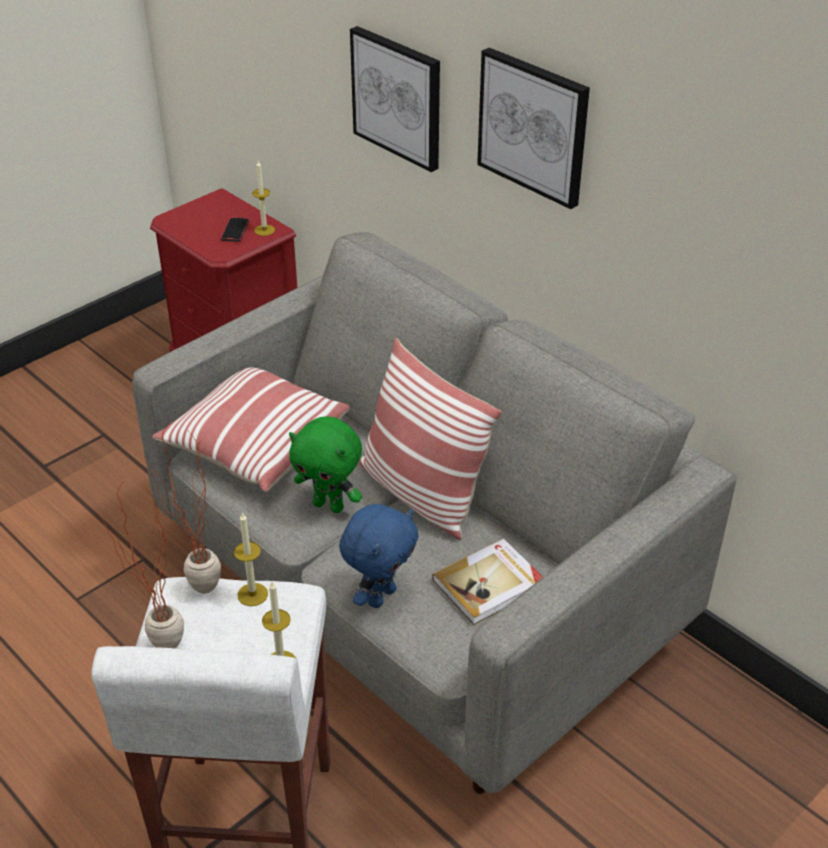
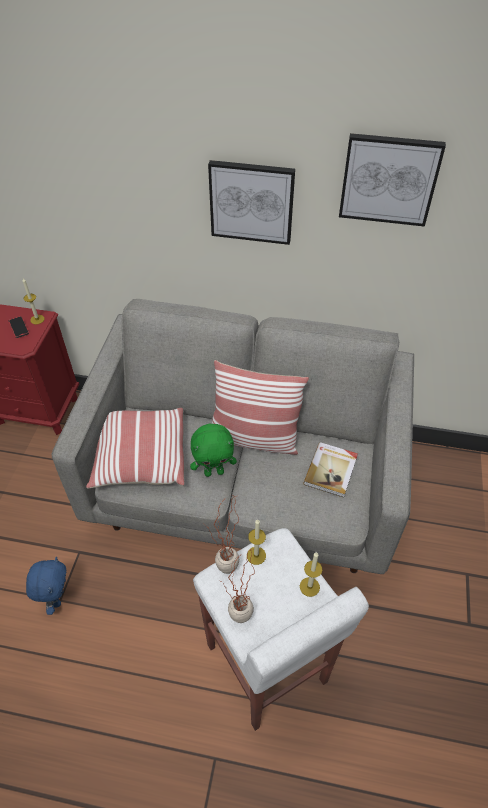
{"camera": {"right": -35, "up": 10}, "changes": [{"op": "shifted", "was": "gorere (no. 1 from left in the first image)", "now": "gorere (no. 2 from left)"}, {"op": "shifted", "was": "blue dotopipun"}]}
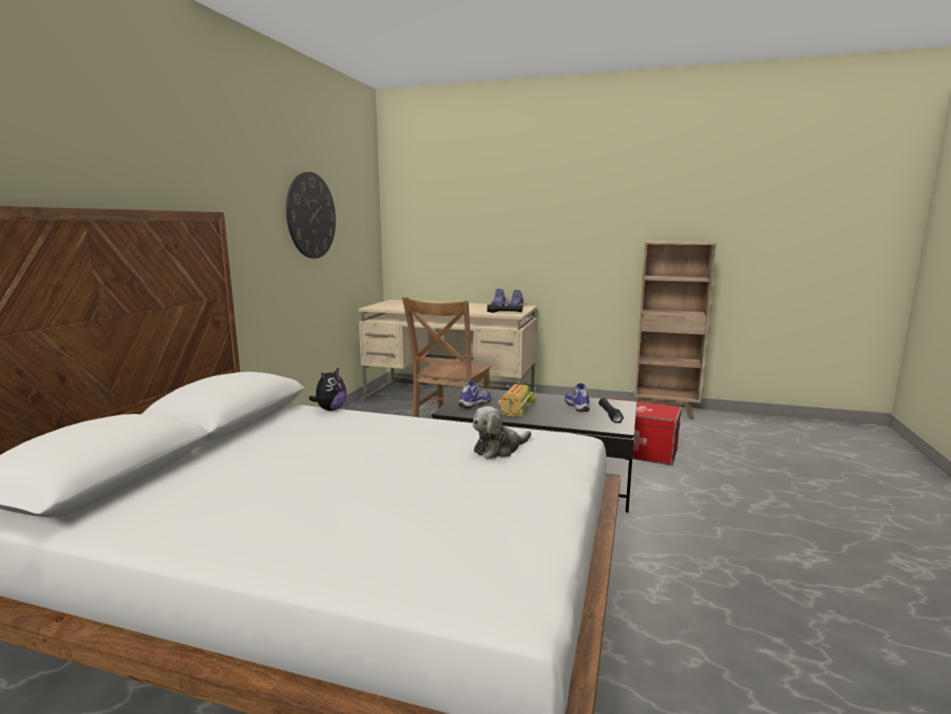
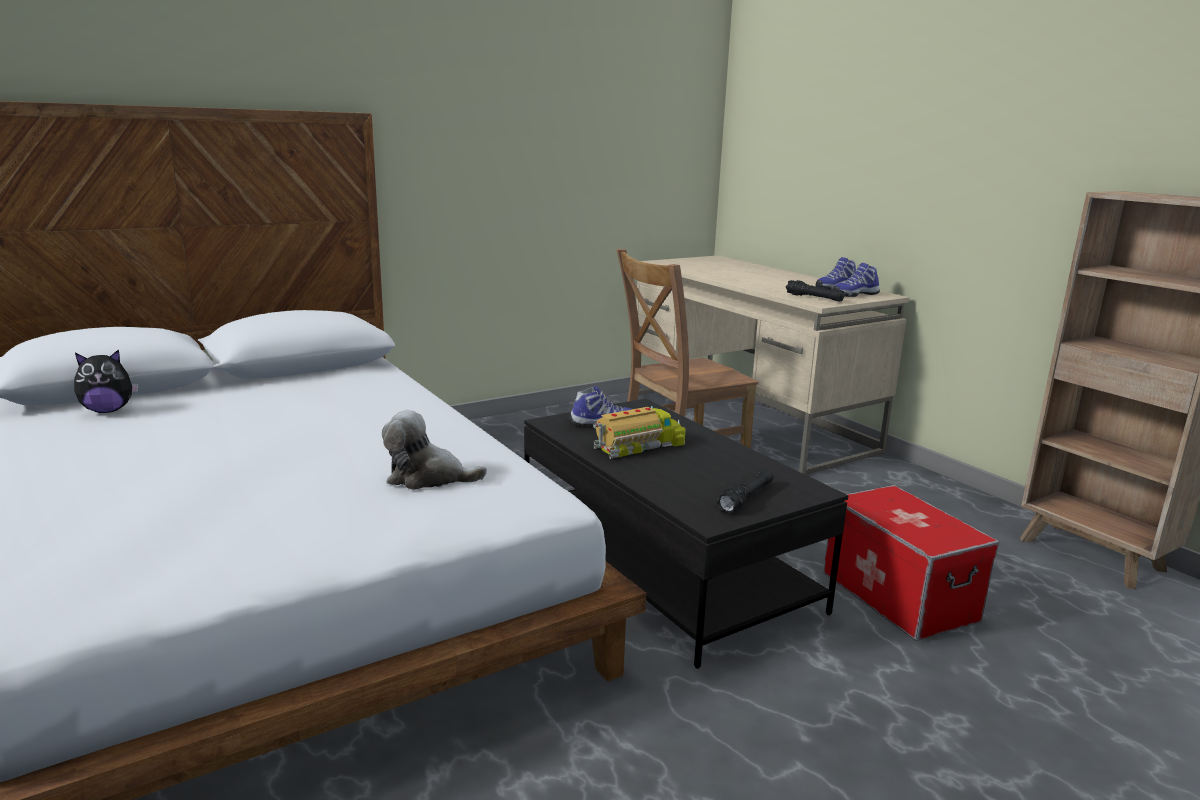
{"camera": {"right": 40, "up": 5}, "changes": [{"op": "gone", "was": "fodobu"}, {"op": "shifted", "was": "dotopipun (no. 1 from left)"}, {"op": "gone", "was": "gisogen (no. 4 from left)"}]}
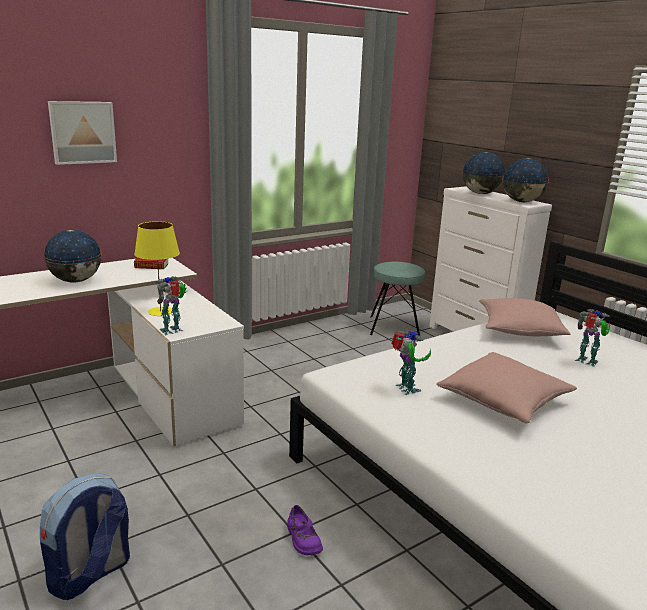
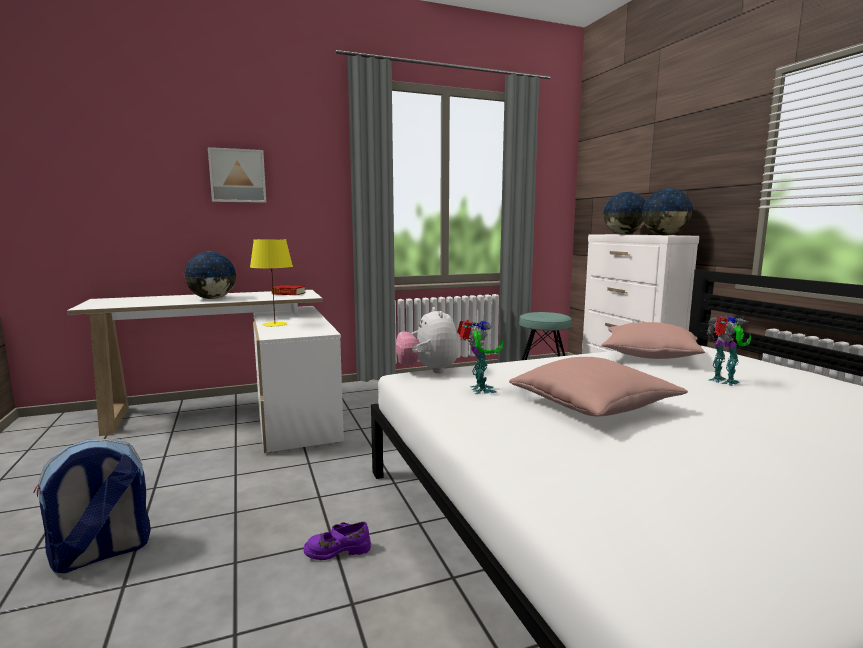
{"camera": {"right": 15, "up": -10}, "changes": [{"op": "gone", "was": "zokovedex (no. 1 from left)"}, {"op": "rotated", "was": "purple gisogen", "clockwise": 90}, {"op": "new", "now": "dotopipun"}]}
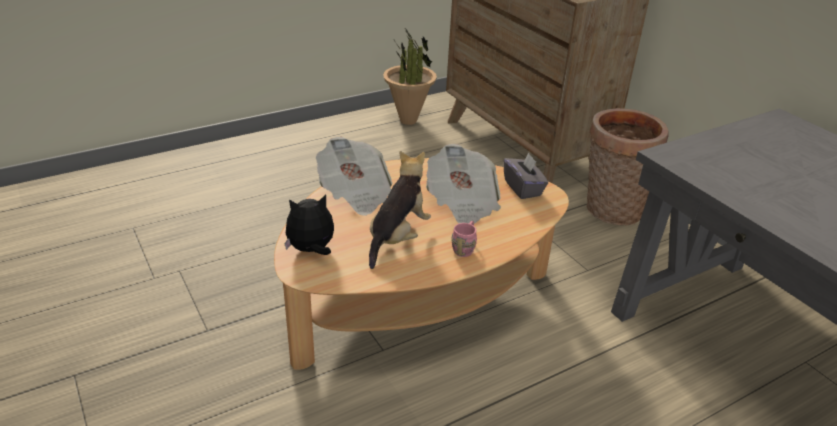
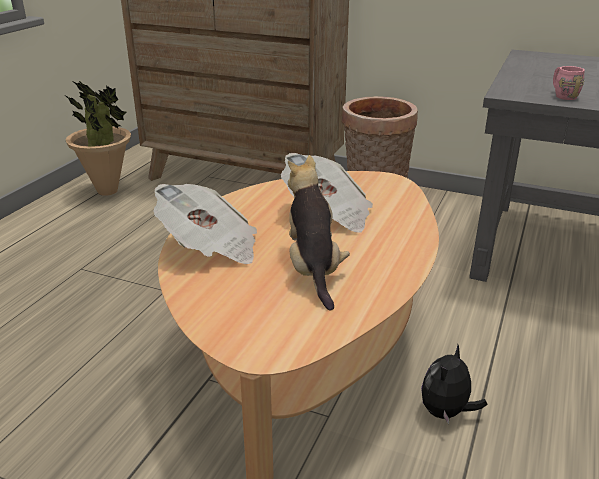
{"camera": {"right": -35, "up": -5}, "changes": [{"op": "gone", "was": "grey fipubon"}, {"op": "shifted", "was": "dotopipun (no. 1 from left in the first image)", "now": "dotopipun (no. 2 from left)"}, {"op": "shifted", "was": "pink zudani"}]}
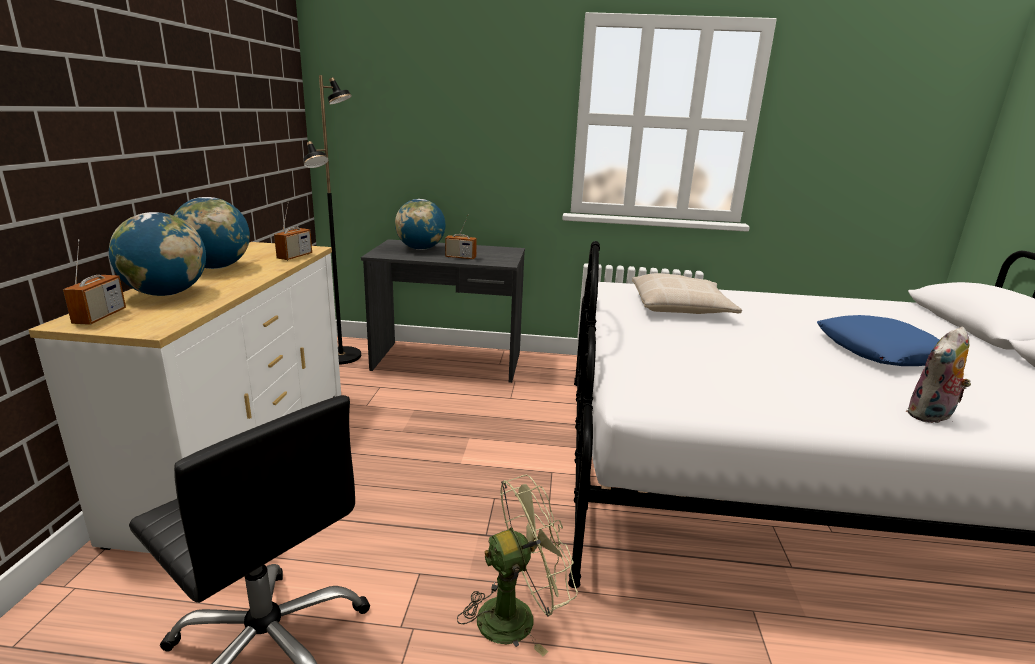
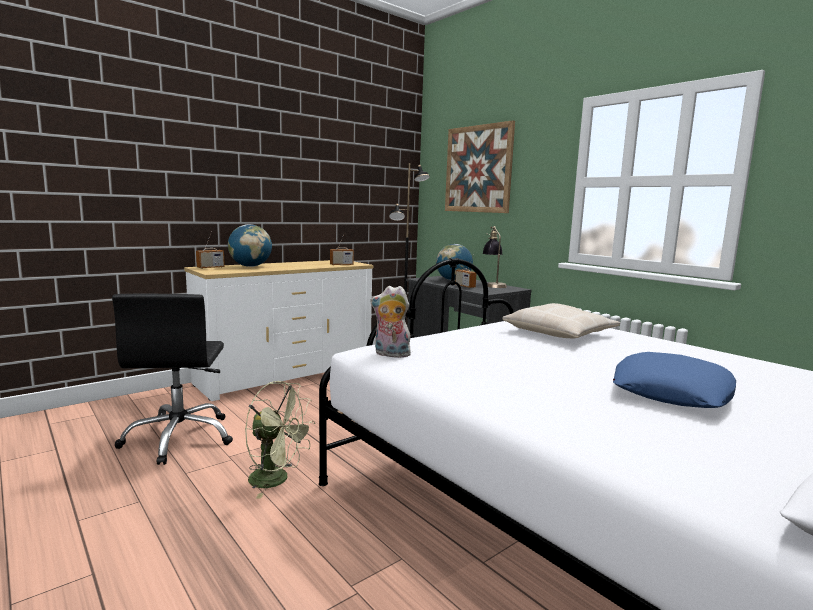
{"camera": {"right": 45, "up": -10}, "changes": [{"op": "gone", "was": "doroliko (no. 2 from left)"}, {"op": "shifted", "was": "dotopipun"}, {"op": "new", "now": "gorere"}, {"op": "new", "now": "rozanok"}]}
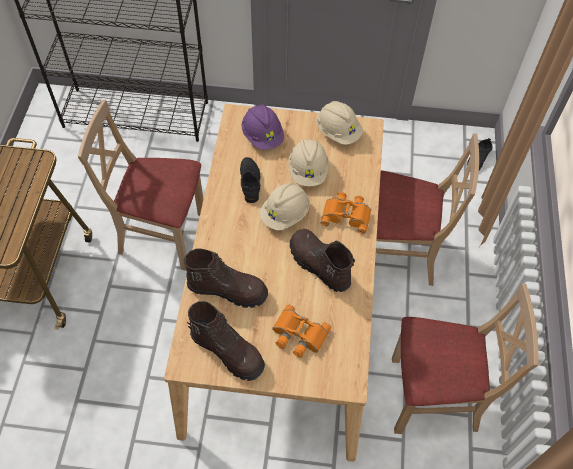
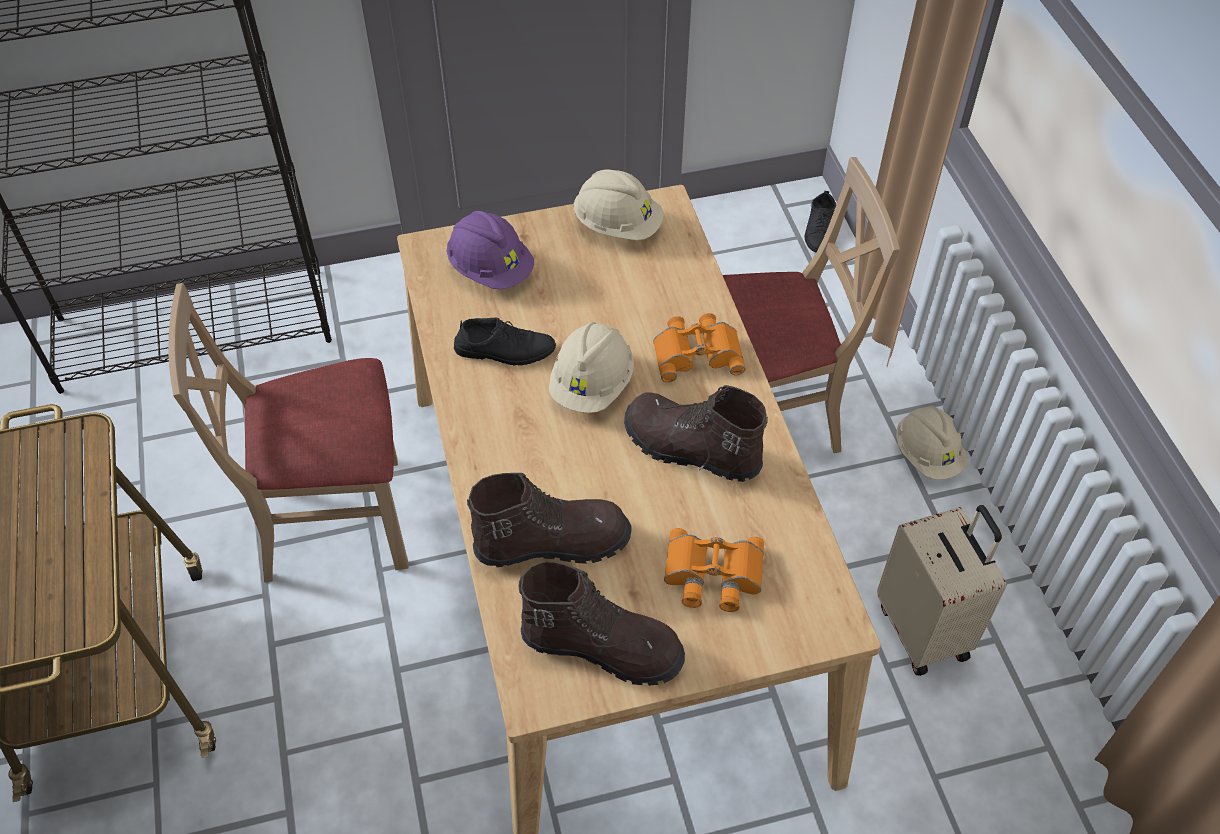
{"camera": {"right": -20, "up": -5}, "changes": [{"op": "shifted", "was": "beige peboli (no. 2 from left in the first image)", "now": "beige peboli (no. 3 from left)"}, {"op": "rotated", "was": "black gisogen (no. 1 from left)", "clockwise": 120}, {"op": "swapped", "was": "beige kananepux (no. 3 from left)", "now": "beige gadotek"}]}
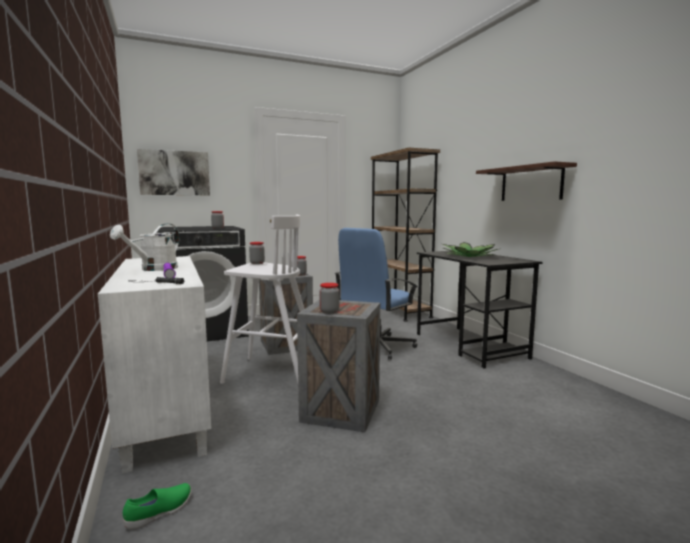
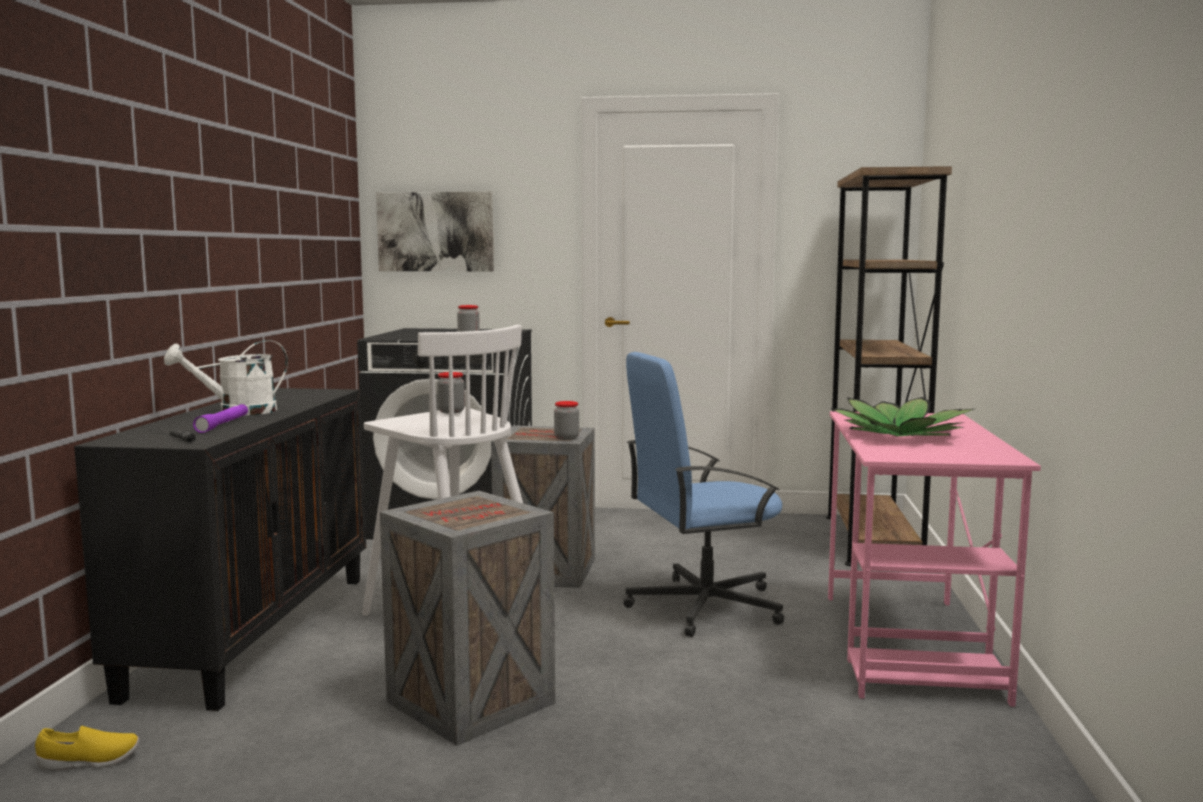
{"camera": {"right": 30, "up": 0}, "changes": [{"op": "gone", "was": "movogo"}, {"op": "repainted", "was": "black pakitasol", "now": "pink pakitasol"}, {"op": "repainted", "was": "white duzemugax", "now": "black duzemugax"}, {"op": "gone", "was": "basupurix (no. 4 from left)"}, {"op": "repainted", "was": "green gisogen", "now": "yellow gisogen"}]}
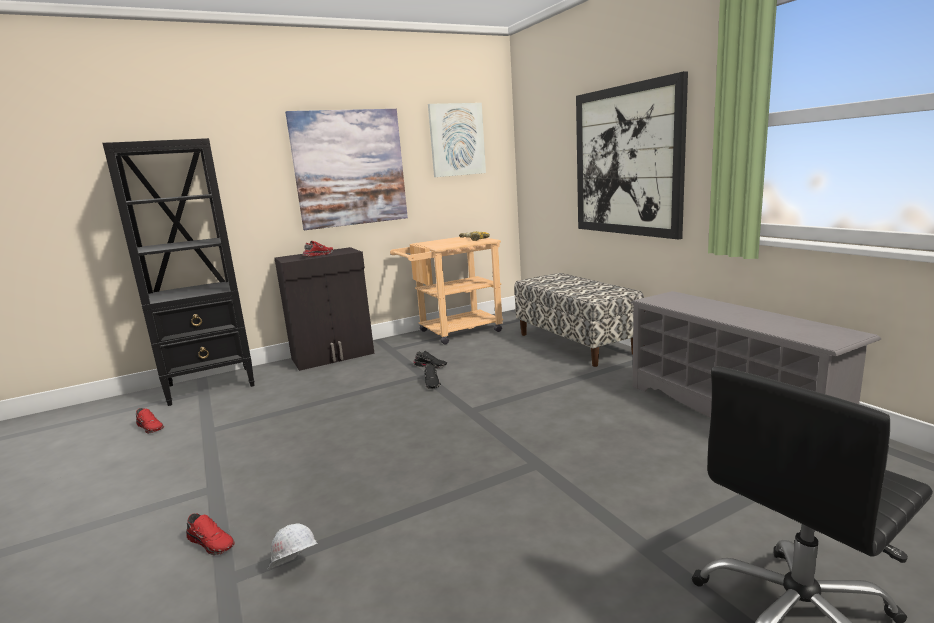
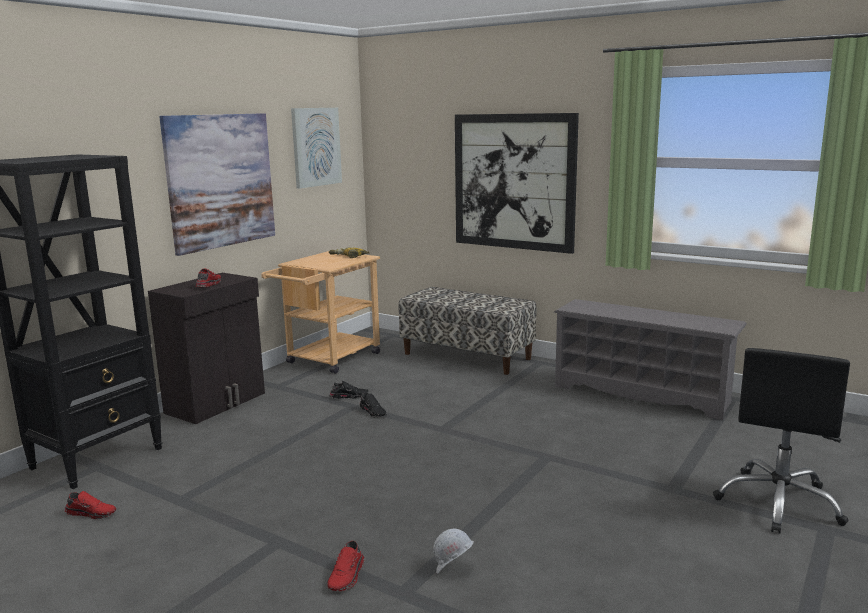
{"camera": {"right": -30, "up": 0}, "changes": [{"op": "rotated", "was": "red gisogen (no. 2 from left in the first image)", "clockwise": 105}]}
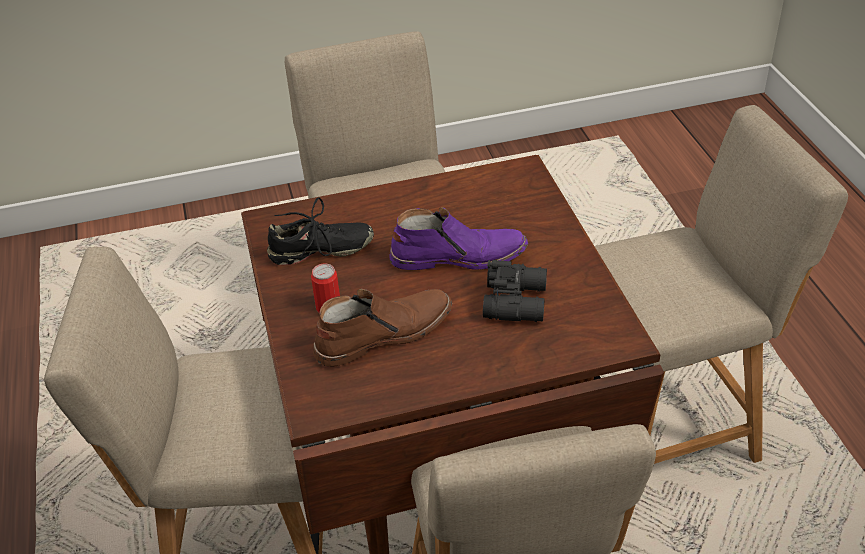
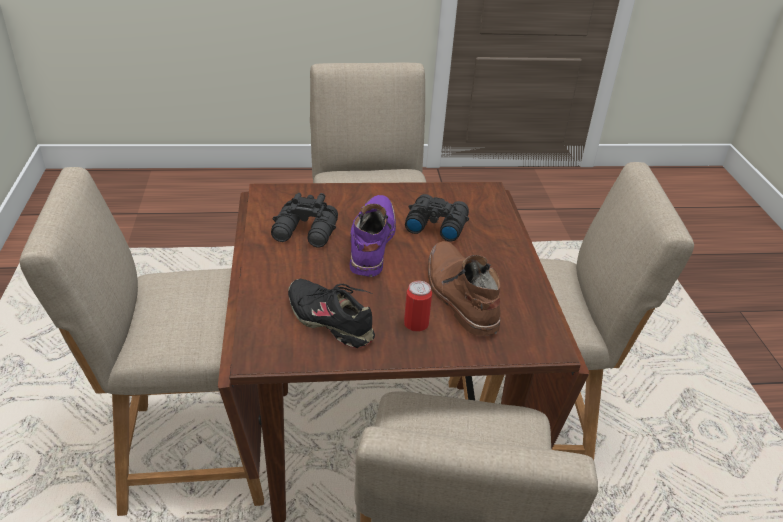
{"camera": {"right": -85, "up": -5}, "changes": [{"op": "rotated", "was": "black gisogen", "clockwise": -45}, {"op": "new", "now": "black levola (no. 1 from left)"}]}
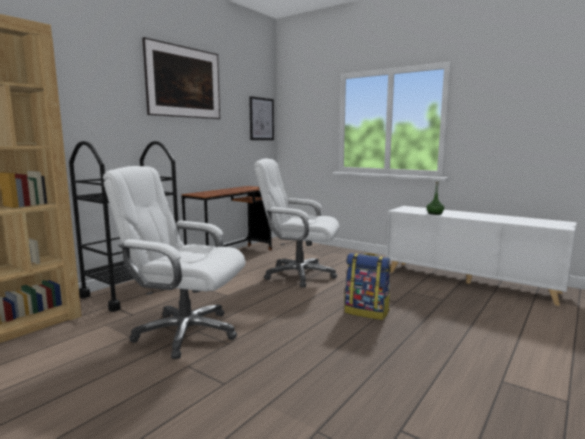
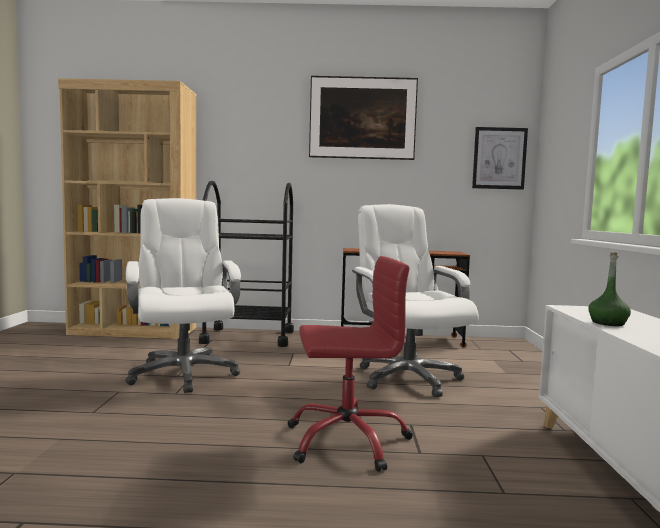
{"camera": {"right": 55, "up": -5}, "changes": [{"op": "swapped", "was": "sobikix", "now": "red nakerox"}]}
